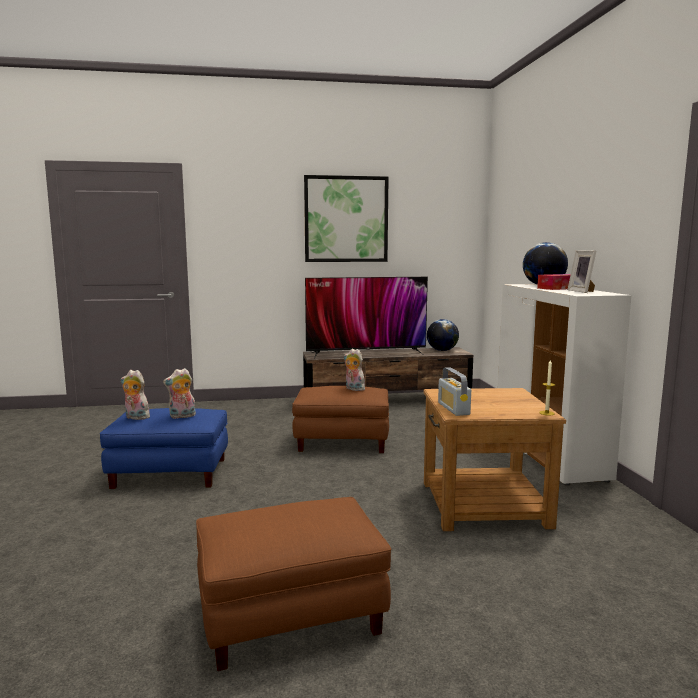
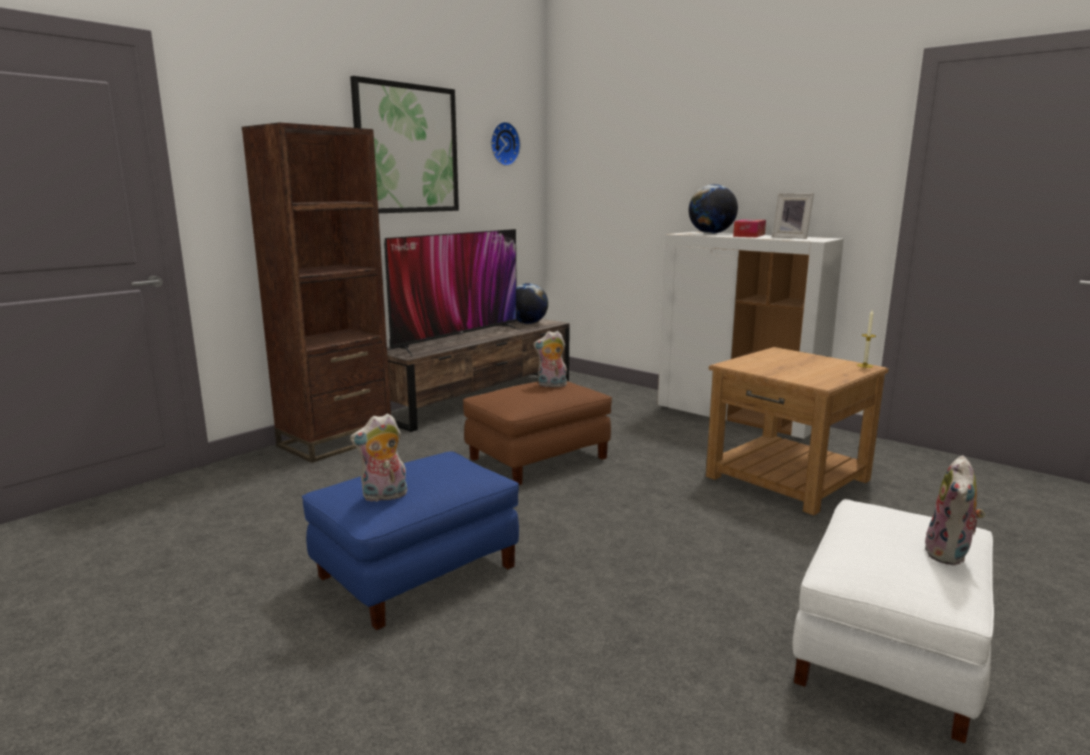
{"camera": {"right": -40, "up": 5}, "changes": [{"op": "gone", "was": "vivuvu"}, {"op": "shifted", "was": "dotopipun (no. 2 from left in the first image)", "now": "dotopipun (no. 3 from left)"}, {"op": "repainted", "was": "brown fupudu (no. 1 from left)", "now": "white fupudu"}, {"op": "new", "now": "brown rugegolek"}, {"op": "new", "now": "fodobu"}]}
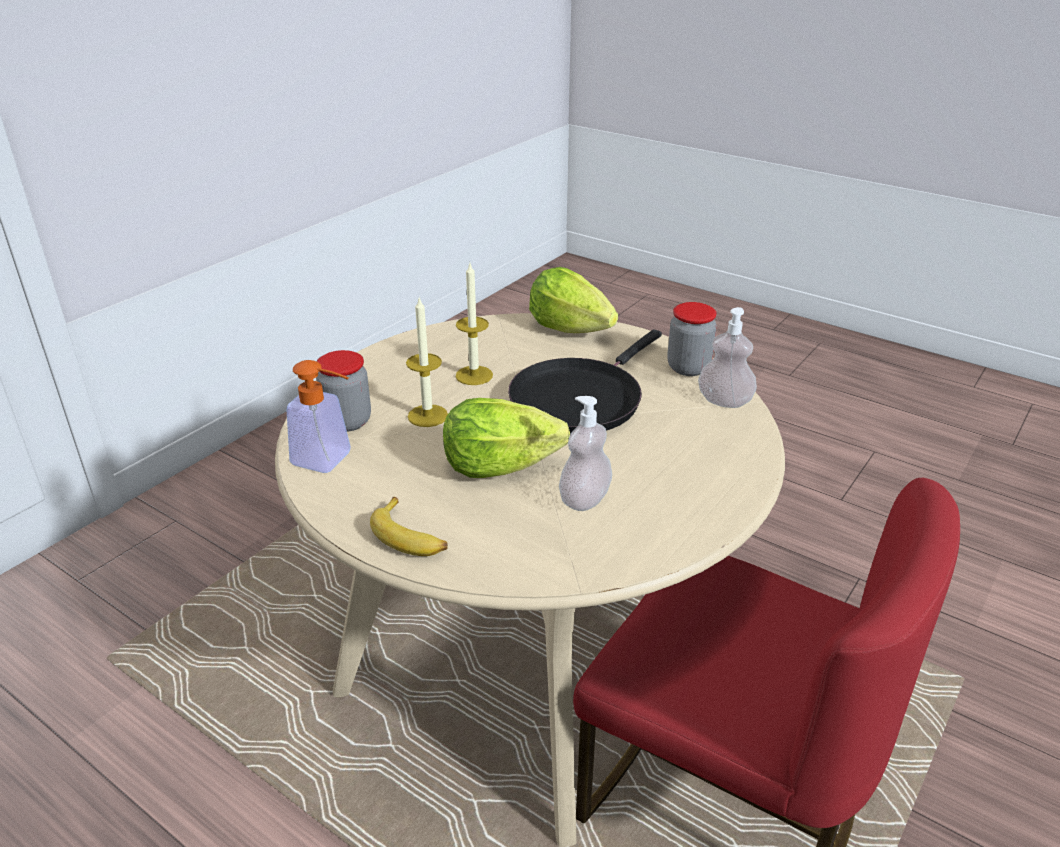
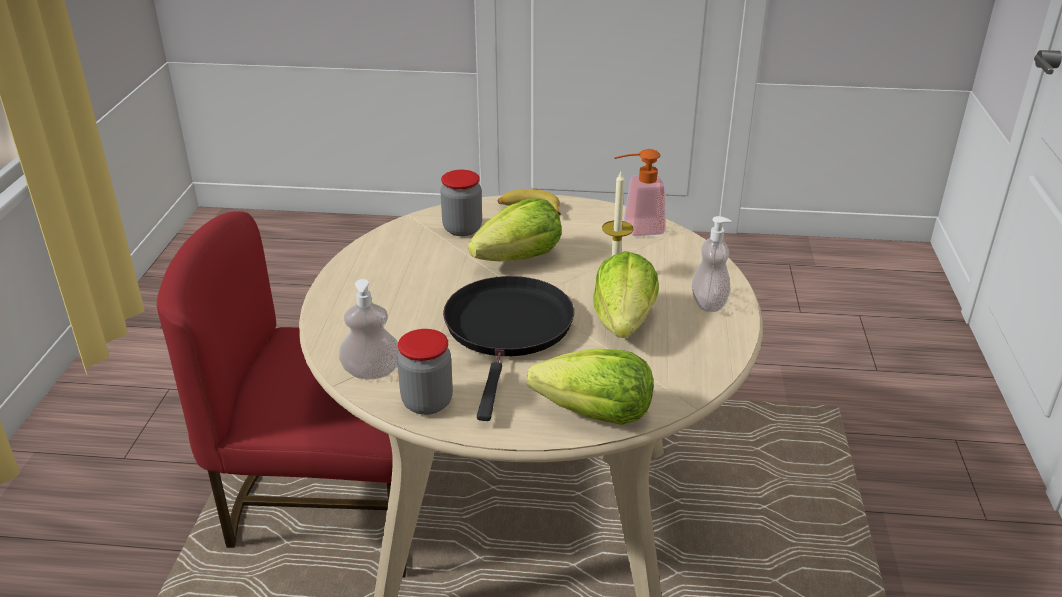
{"camera": {"right": 150, "up": 0}, "changes": [{"op": "swapped", "was": "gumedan (no. 2 from left)", "now": "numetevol (no. 3 from left)"}, {"op": "shifted", "was": "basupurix (no. 1 from left in the first image)", "now": "basupurix (no. 2 from left)"}, {"op": "shifted", "was": "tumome (no. 2 from left in the first image)", "now": "tumome (no. 3 from left)"}]}
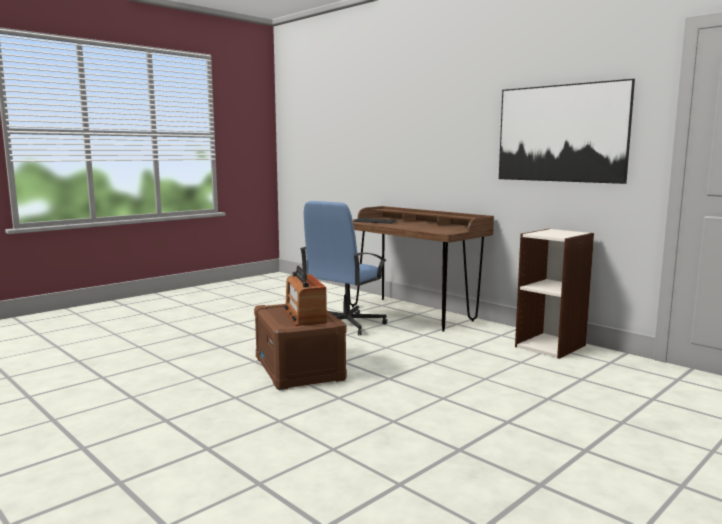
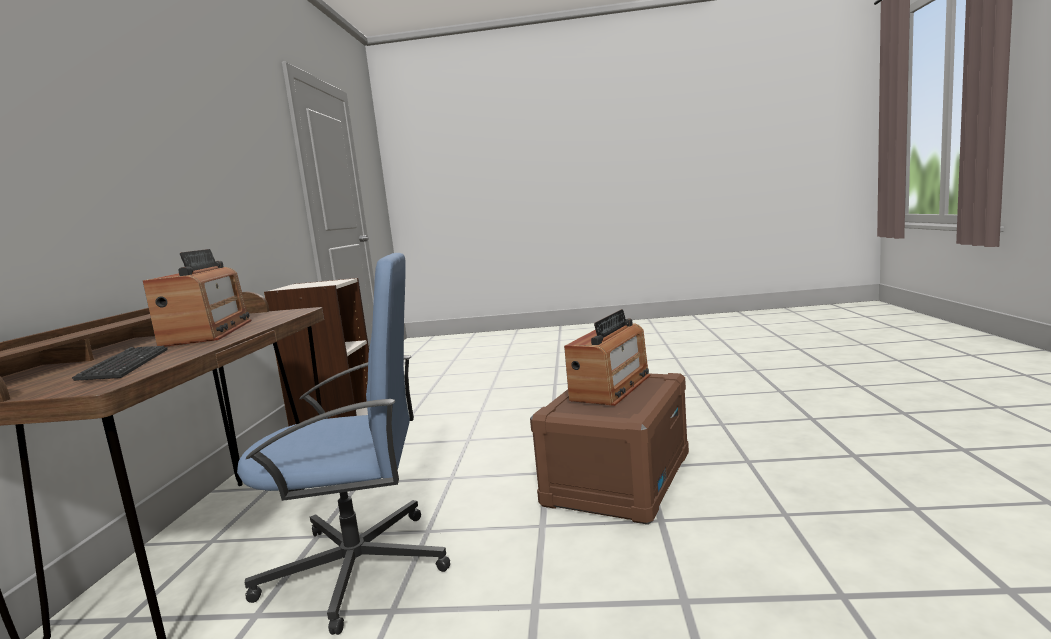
{"camera": {"right": -130, "up": 0}, "changes": [{"op": "gone", "was": "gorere"}, {"op": "new", "now": "vivuvu (no. 1 from left)"}]}
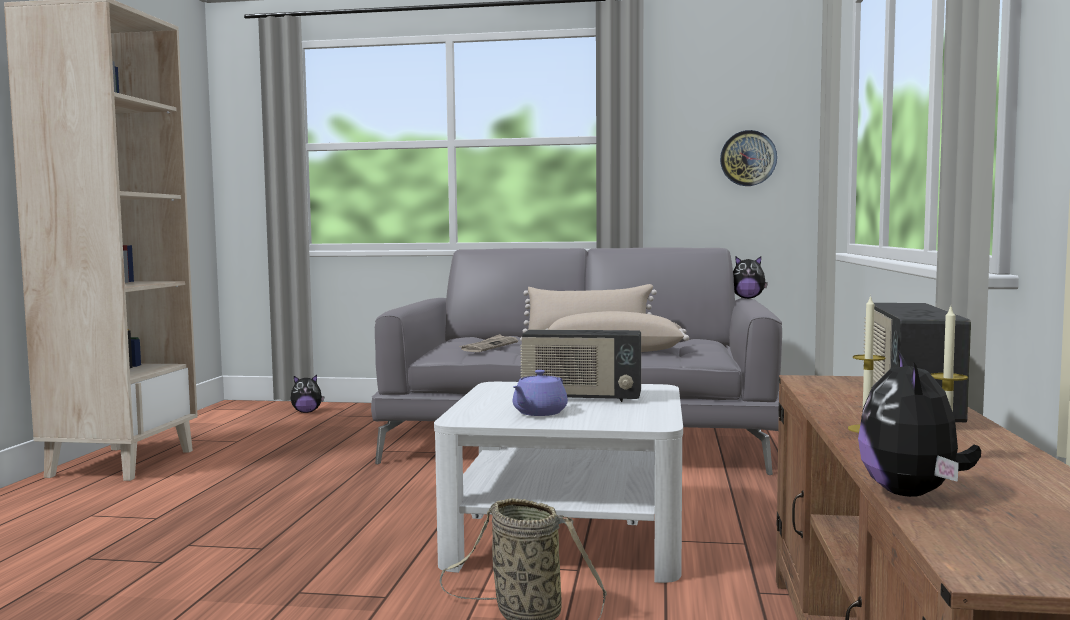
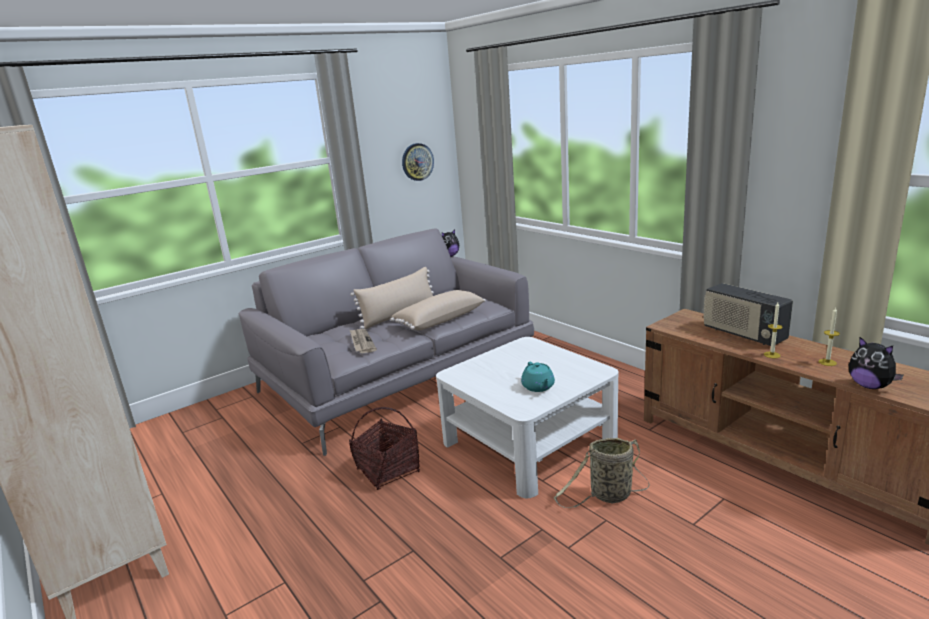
{"camera": {"right": -45, "up": 15}, "changes": [{"op": "gone", "was": "vivuvu (no. 1 from left)"}, {"op": "repainted", "was": "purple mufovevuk", "now": "turquoise mufovevuk"}, {"op": "gone", "was": "dotopipun (no. 1 from left)"}, {"op": "new", "now": "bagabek (no. 1 from left)"}]}
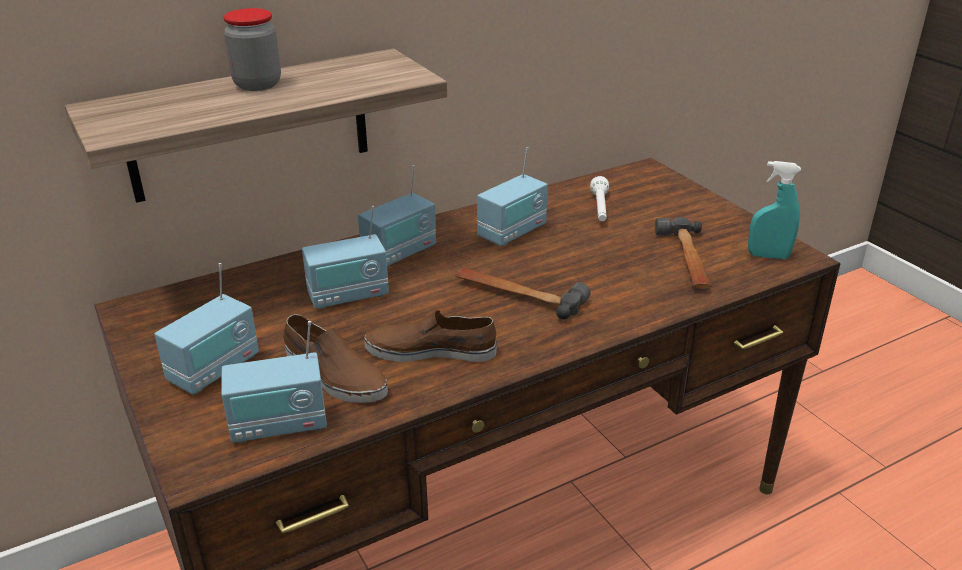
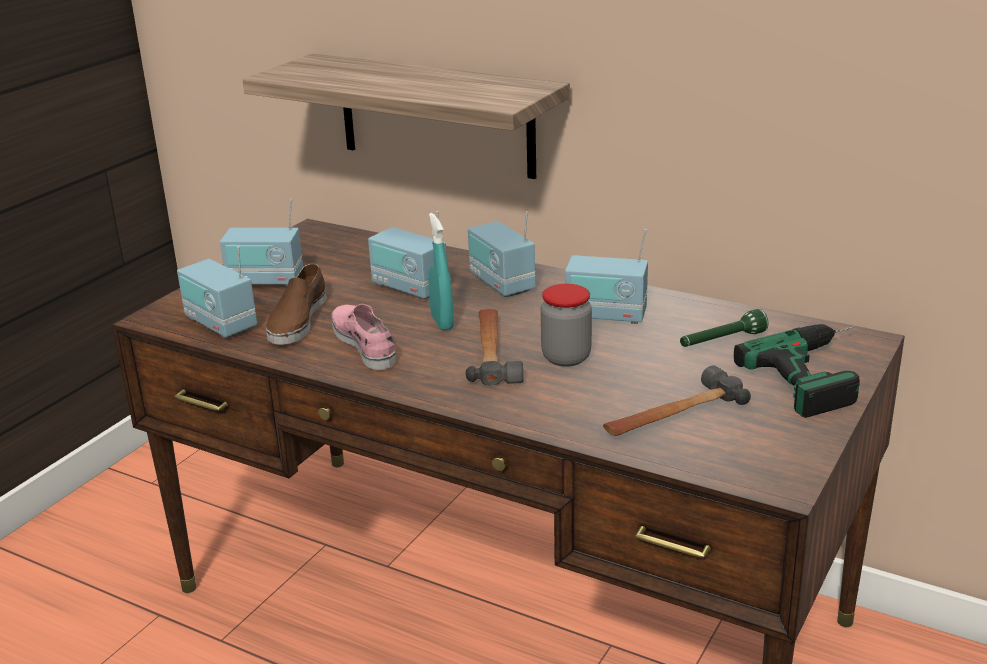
{"camera": {"right": 60, "up": -5}, "changes": [{"op": "shifted", "was": "basupurix"}, {"op": "shifted", "was": "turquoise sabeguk"}, {"op": "rotated", "was": "vivuvu (no. 4 from left)", "clockwise": 45}, {"op": "repainted", "was": "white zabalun", "now": "green zabalun"}, {"op": "repainted", "was": "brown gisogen (no. 2 from left)", "now": "pink gisogen"}, {"op": "new", "now": "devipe"}]}
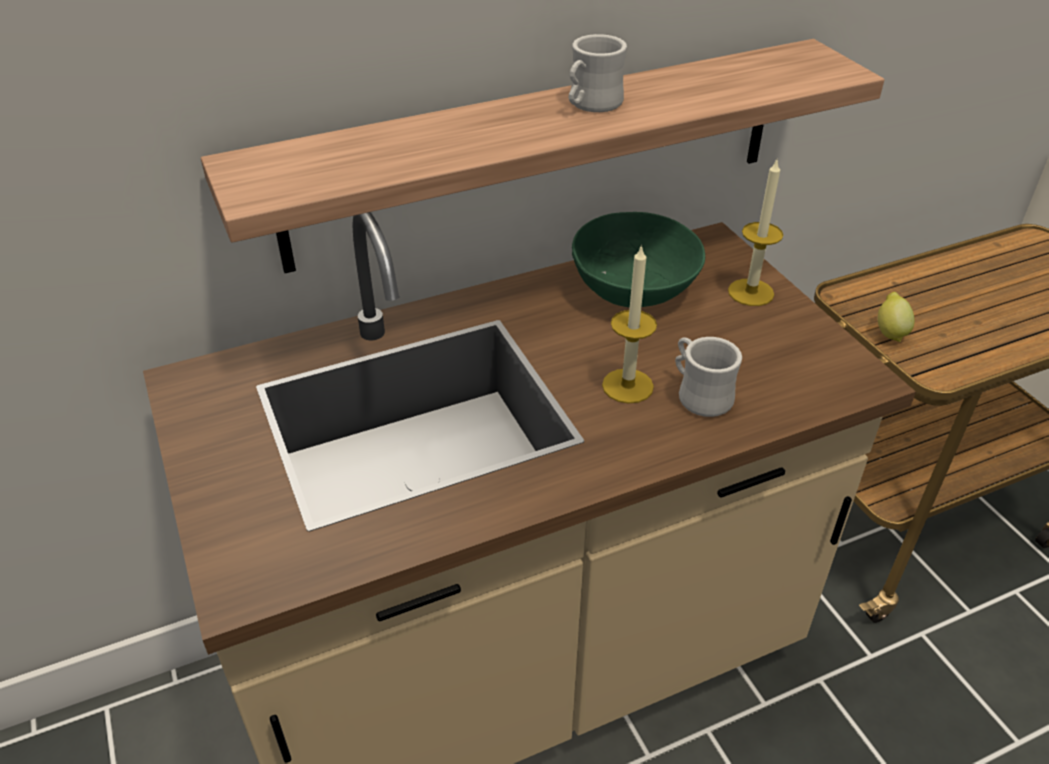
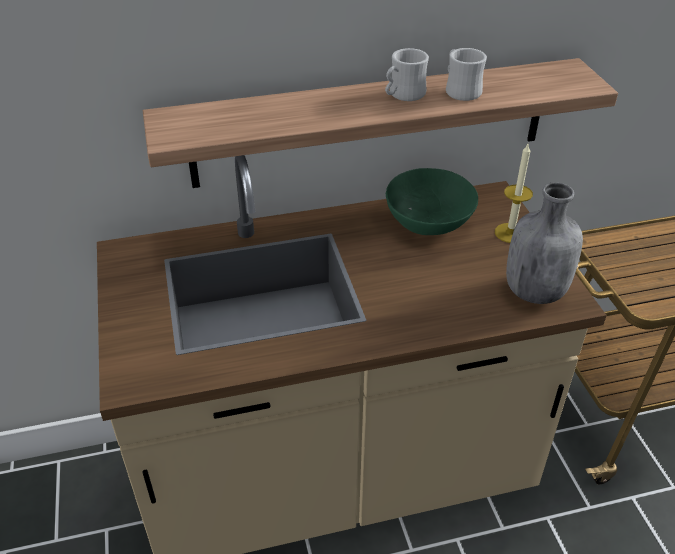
{"camera": {"right": 10, "up": 0}, "changes": [{"op": "gone", "was": "gumedan (no. 1 from left)"}, {"op": "gone", "was": "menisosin"}, {"op": "shifted", "was": "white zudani (no. 2 from left)"}, {"op": "new", "now": "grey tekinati"}]}
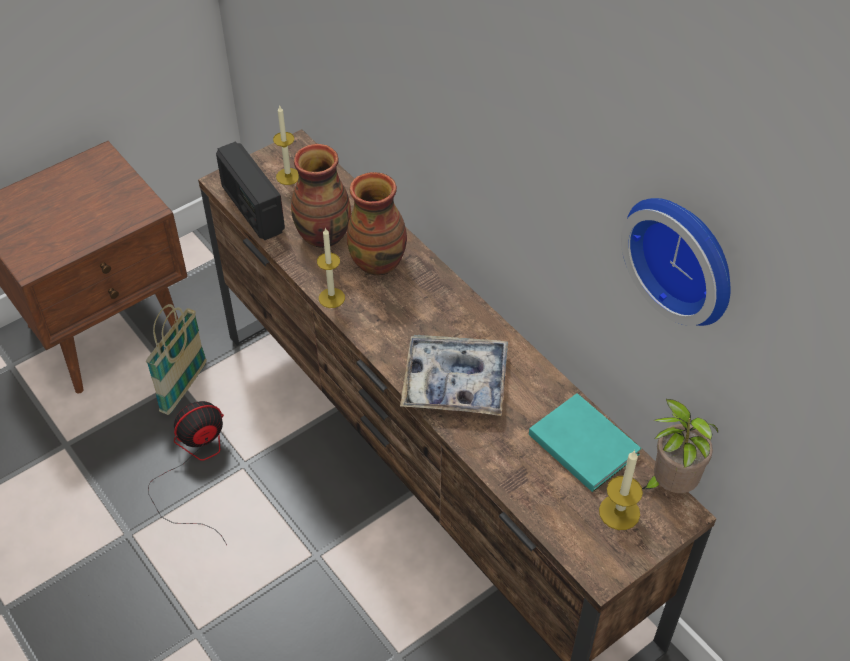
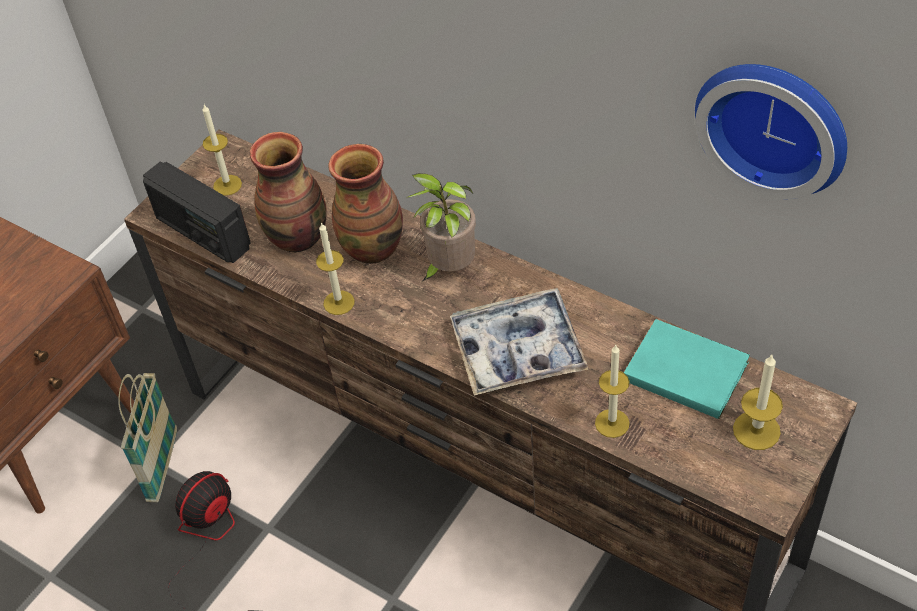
{"camera": {"right": -15, "up": 0}, "changes": [{"op": "shifted", "was": "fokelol"}, {"op": "new", "now": "gumedan (no. 3 from left)"}]}
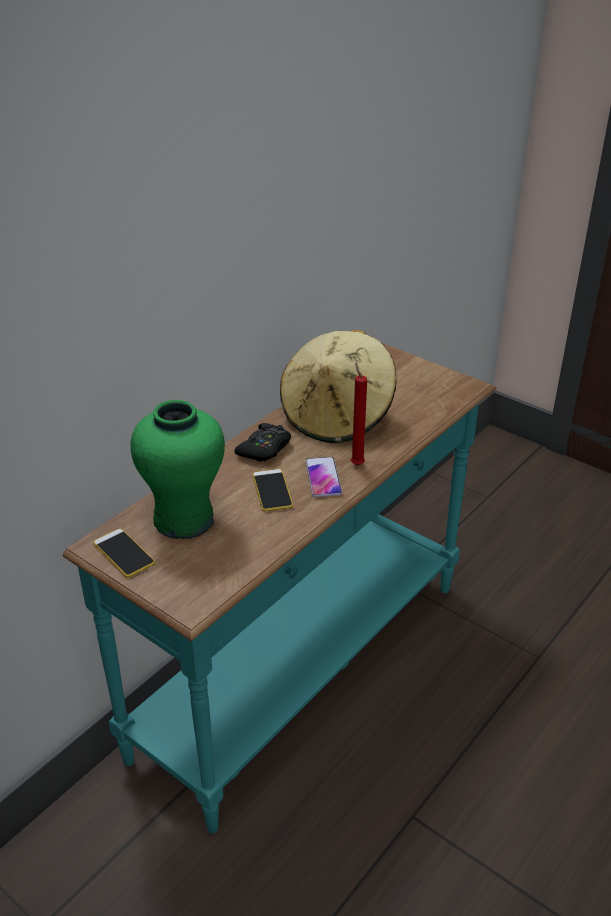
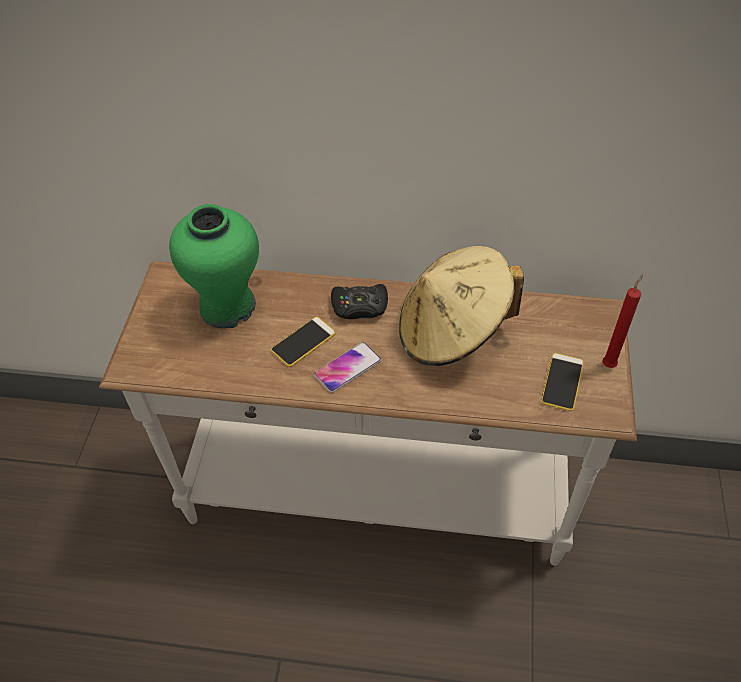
{"camera": {"right": 60, "up": 15}, "changes": [{"op": "repainted", "was": "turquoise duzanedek", "now": "white duzanedek"}, {"op": "shifted", "was": "red gumedan"}, {"op": "shifted", "was": "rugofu (no. 1 from left in the first image)", "now": "rugofu (no. 3 from left)"}]}
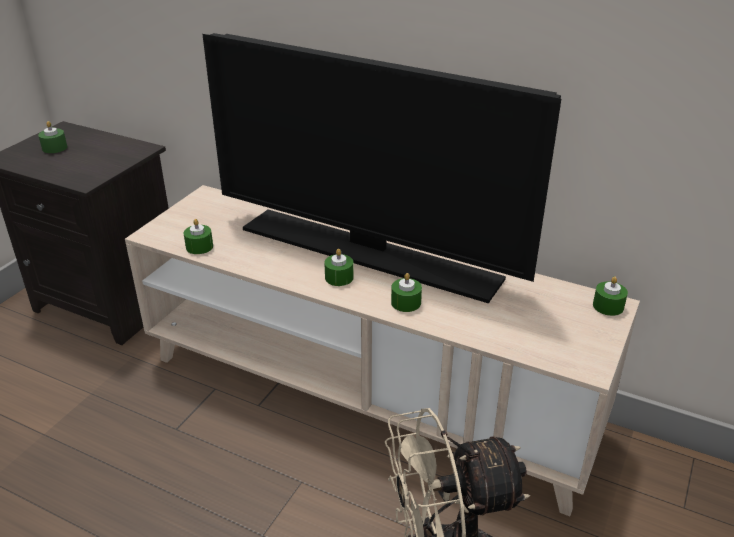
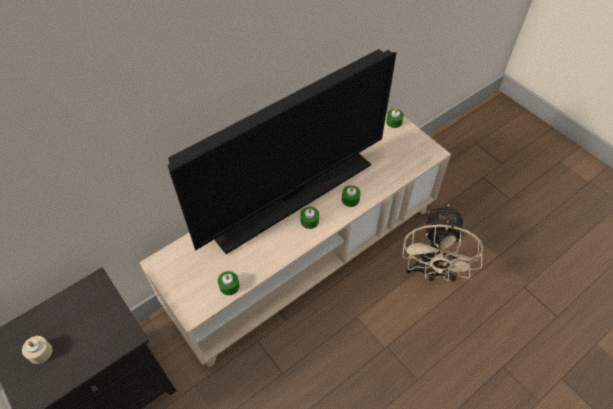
{"camera": {"right": -65, "up": 20}, "changes": [{"op": "repainted", "was": "green gumedan (no. 1 from left)", "now": "beige gumedan"}]}
